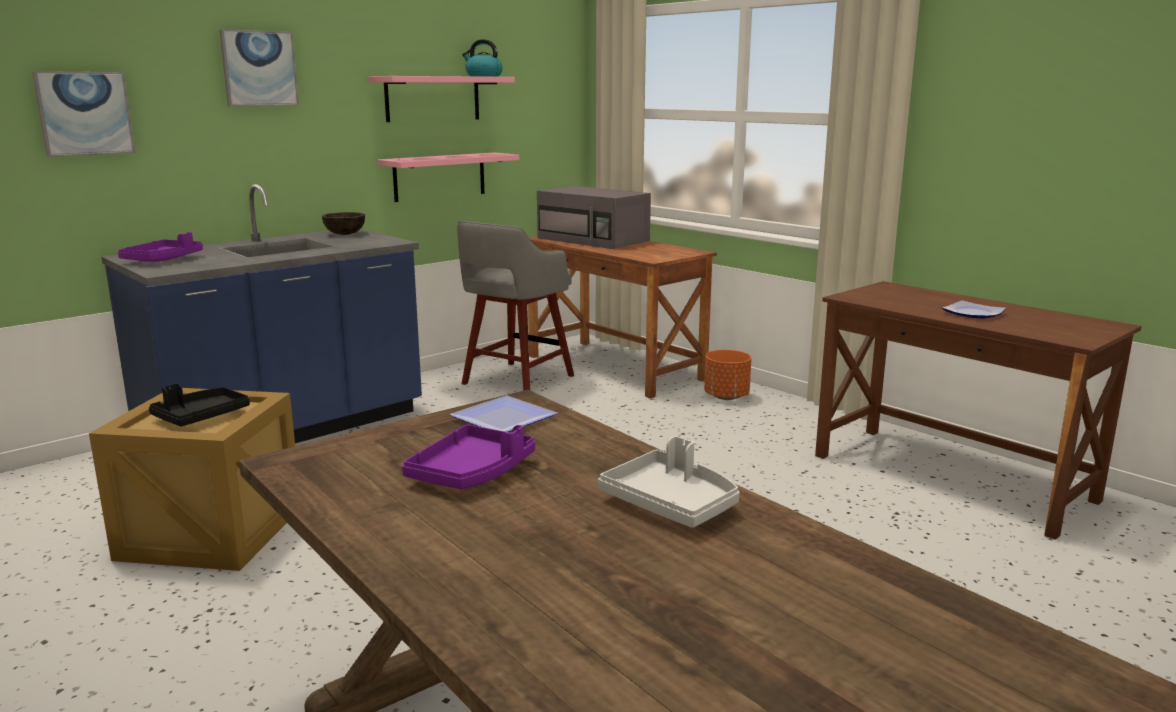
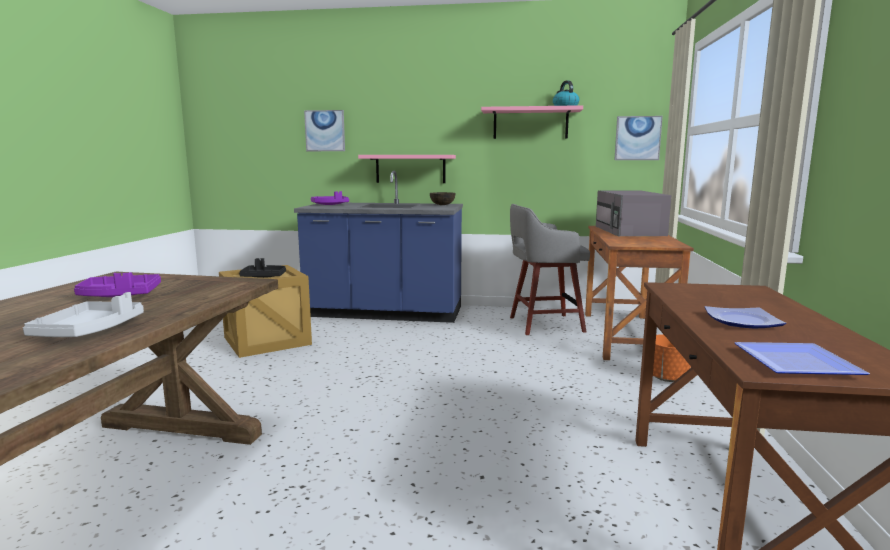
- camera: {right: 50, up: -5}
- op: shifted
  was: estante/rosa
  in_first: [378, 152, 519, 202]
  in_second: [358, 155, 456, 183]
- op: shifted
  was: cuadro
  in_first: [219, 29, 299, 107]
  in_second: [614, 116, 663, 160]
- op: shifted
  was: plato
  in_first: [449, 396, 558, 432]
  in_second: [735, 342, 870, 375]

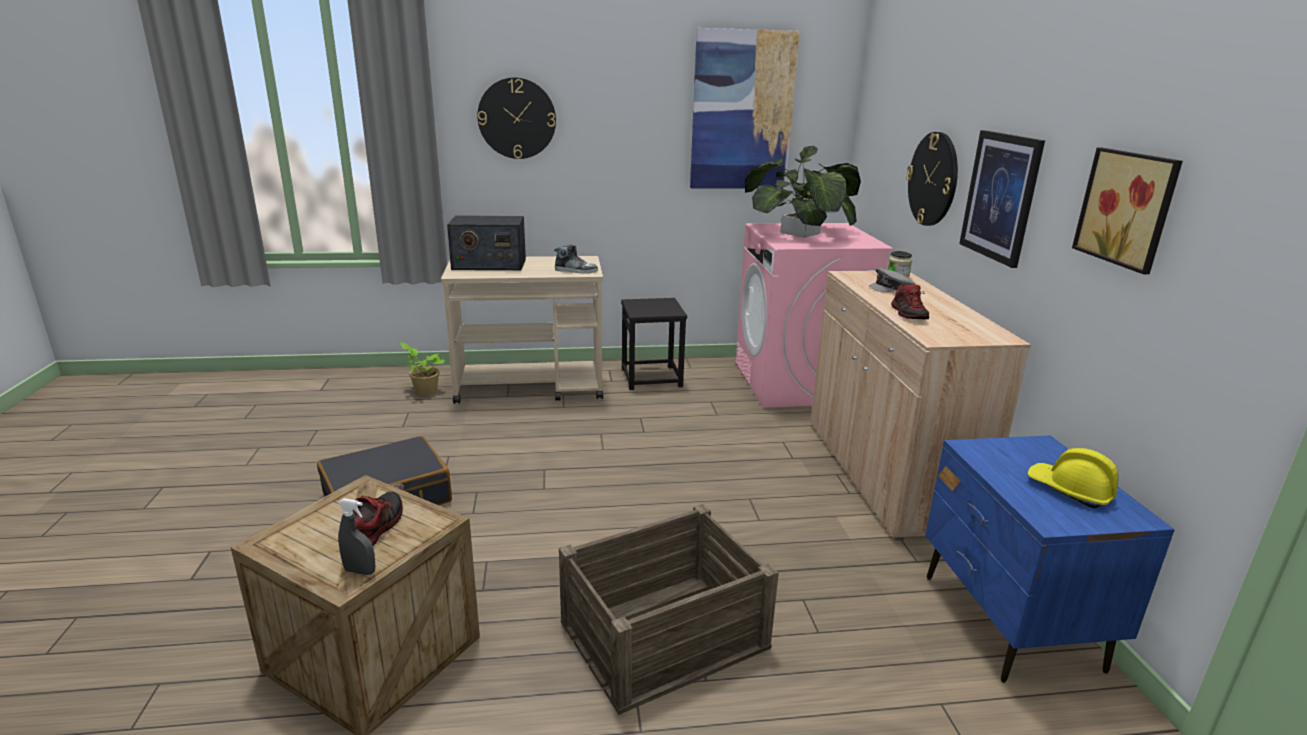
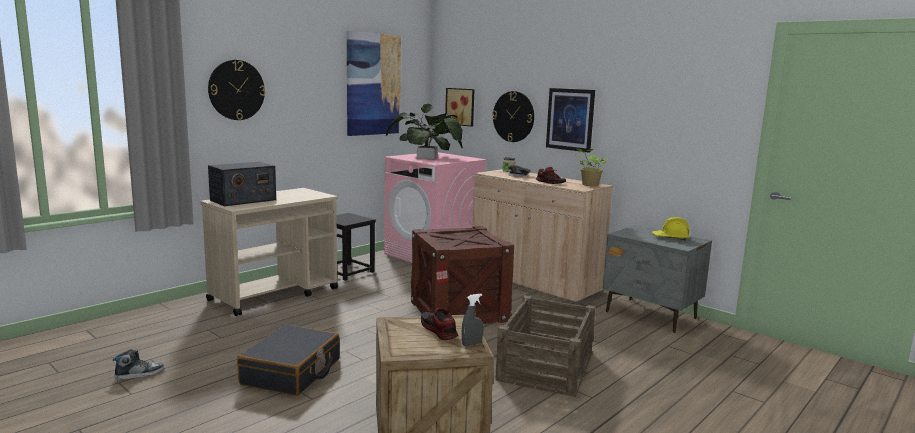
- camera: {right: -40, up: -10}
- op: shifted
  was: zapato
  in_first: [554, 245, 598, 274]
  in_second: [113, 349, 164, 380]
- op: new
  now: caja de embalaje
  in_second: [411, 226, 514, 324]
- op: shifted
  was: cuadro
  in_first: [1072, 148, 1183, 274]
  in_second: [445, 88, 475, 127]
- op: shifted
  was: planta en maceta
  in_first: [400, 342, 446, 395]
  in_second: [576, 148, 608, 186]
- op: repainted
  was: mesita de noche/azul
  now: mesita de noche/gris
  in_first: [925, 435, 1175, 683]
  in_second: [603, 225, 712, 333]

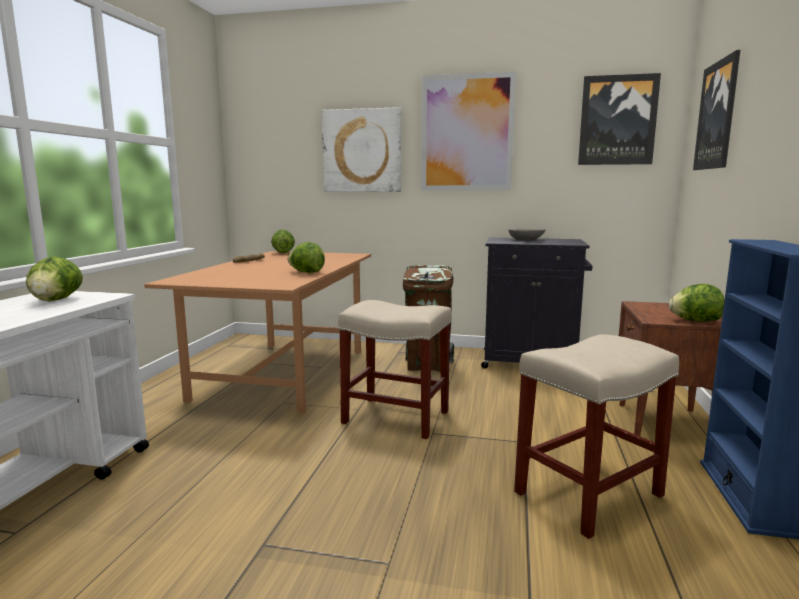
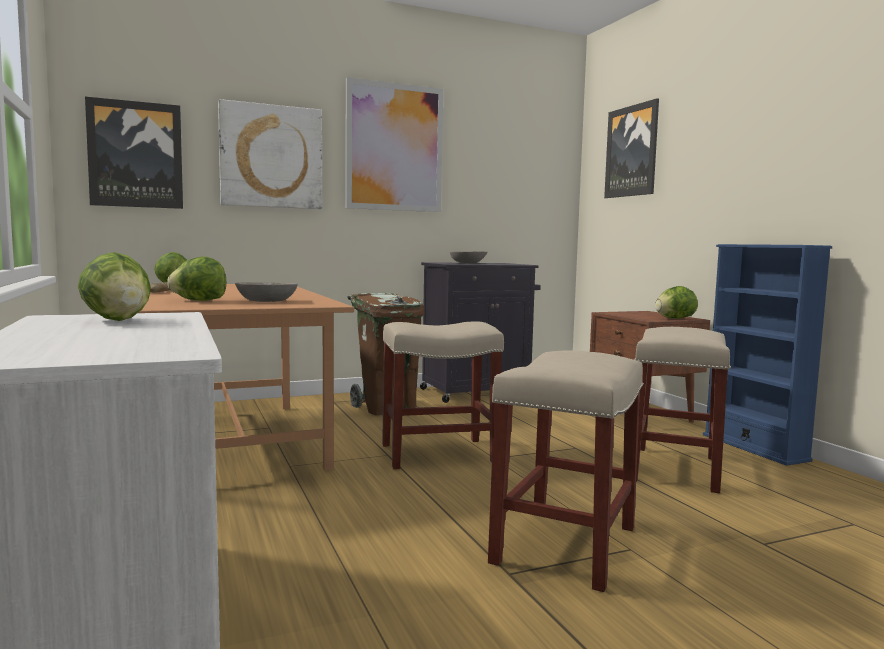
- camera: {right: -35, up: -5}
- op: shifted
  was: cuadro
  in_first: [578, 73, 661, 165]
  in_second: [85, 97, 183, 209]
- op: shifted
  was: lechuga
  in_first: [287, 242, 325, 273]
  in_second: [167, 257, 226, 301]
- op: new
  now: cuenco/gris
  in_second: [235, 282, 298, 302]
- op: new
  now: taburete/beis
  in_second: [488, 350, 644, 592]

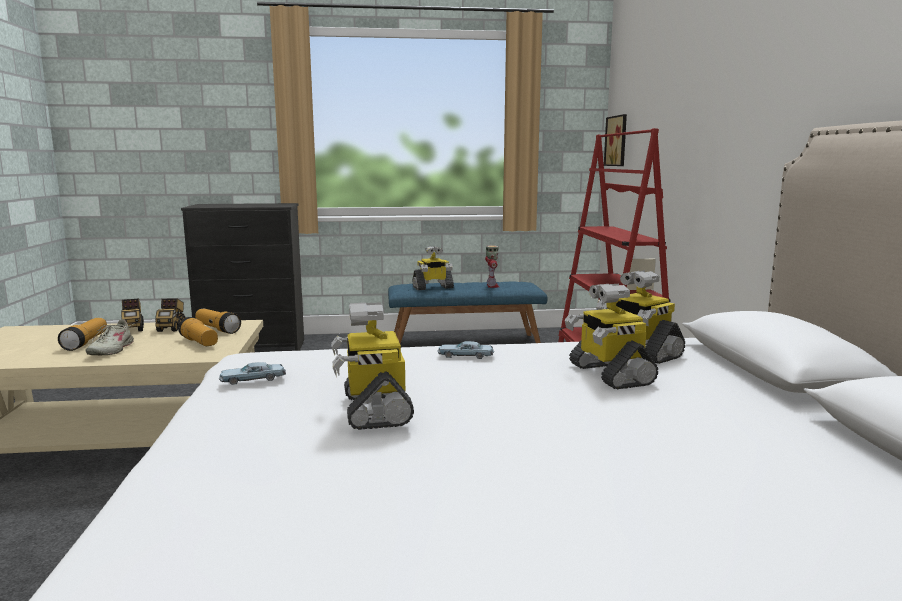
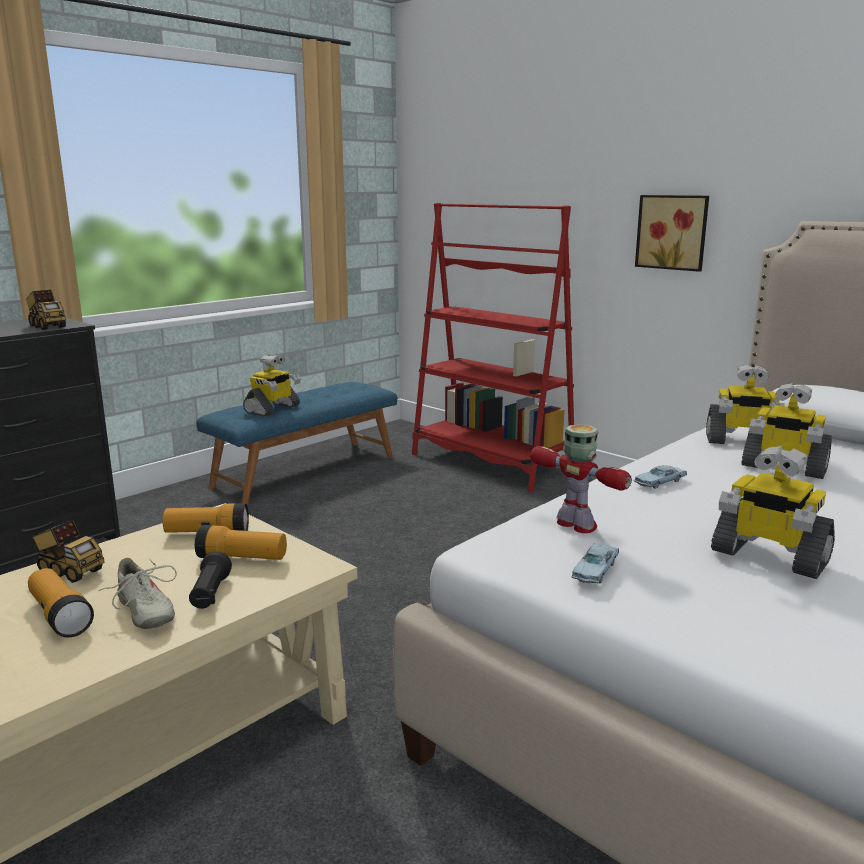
- camera: {right: -40, up: 5}
- op: shifted
  was: camión de juguete
  in_first: [155, 298, 186, 332]
  in_second: [26, 290, 66, 330]
- op: new
  now: linterna/negro
  in_second: [189, 551, 232, 609]
- op: shifted
  was: robot de juguete
  in_first: [485, 245, 499, 288]
  in_second: [530, 424, 632, 533]
- op: shifted
  was: cuadro
  in_first: [604, 114, 627, 166]
  in_second: [635, 195, 709, 272]

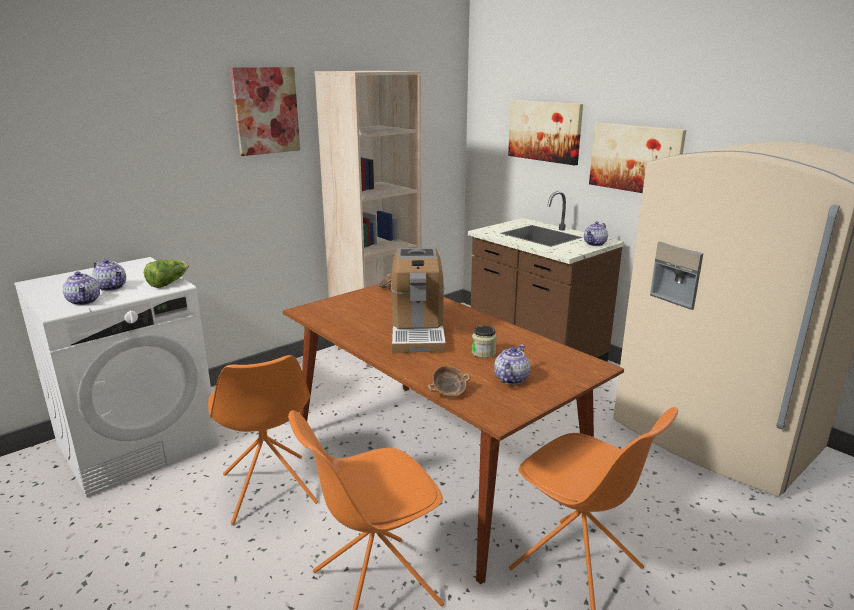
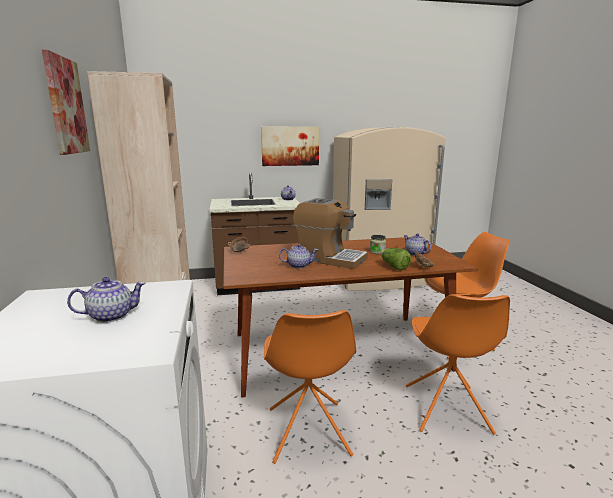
- camera: {right: -60, up: -5}
- op: rotated
  was: silla/naranja
  in_first: [208, 355, 318, 525]
  in_second: [264, 310, 356, 464]
  clockwise: 75
- op: shifted
  was: tetera
  in_first: [63, 272, 100, 305]
  in_second: [279, 244, 318, 269]
- op: shifted
  was: lechuga
  in_first: [144, 260, 189, 288]
  in_second: [380, 248, 411, 271]
- op: gone
  was: cuadro
  in_first: [508, 100, 583, 165]

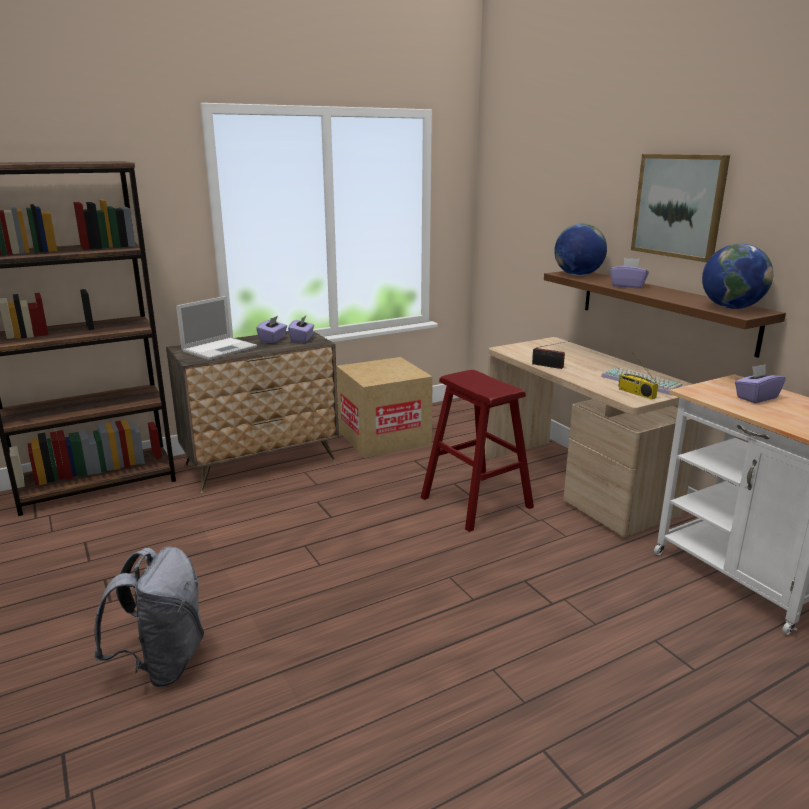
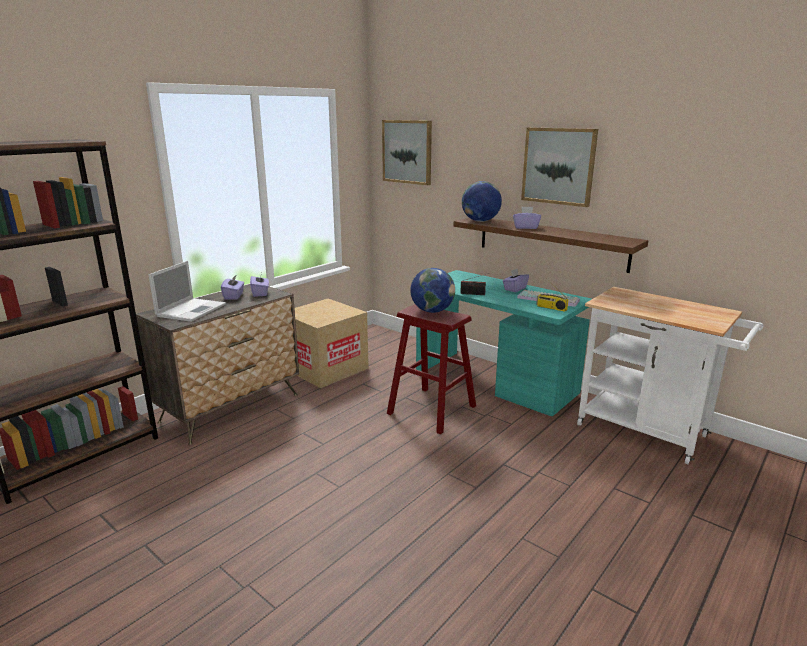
- camera: {right: -20, up: 0}
- op: new
  now: cuadro
  in_second: [382, 120, 432, 185]
- op: shifted
  was: globo terráqueo
  in_first: [702, 244, 773, 309]
  in_second: [410, 268, 455, 313]
- op: repainted
  was: escritorio/beis
  now: escritorio/turquesa
  in_first: [485, 337, 699, 536]
  in_second: [416, 270, 592, 416]
- op: shifted
  was: caja de pañuelos/morado
  in_first: [735, 364, 786, 403]
  in_second: [503, 269, 529, 292]
- op: gone
  was: mochila/gris
  in_first: [94, 546, 204, 687]

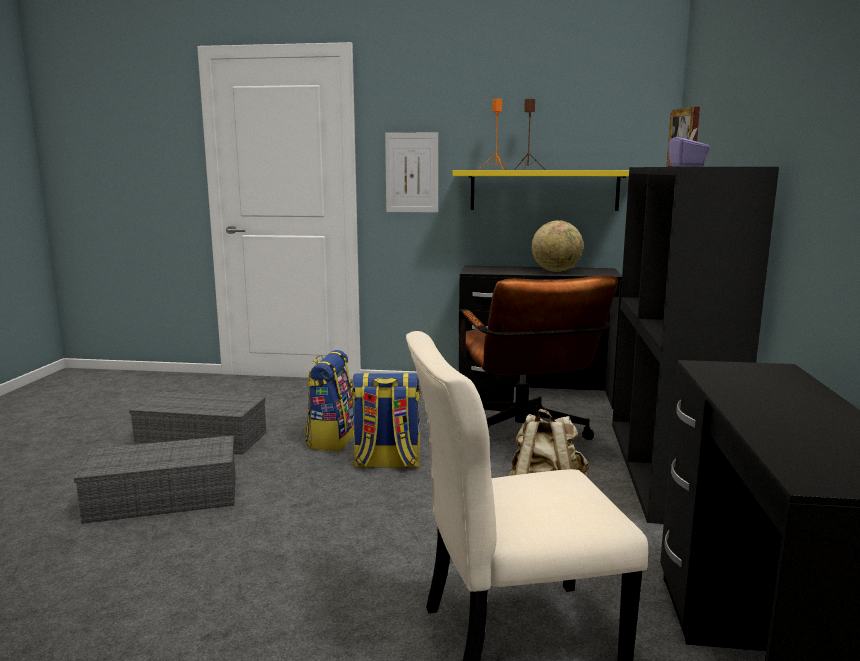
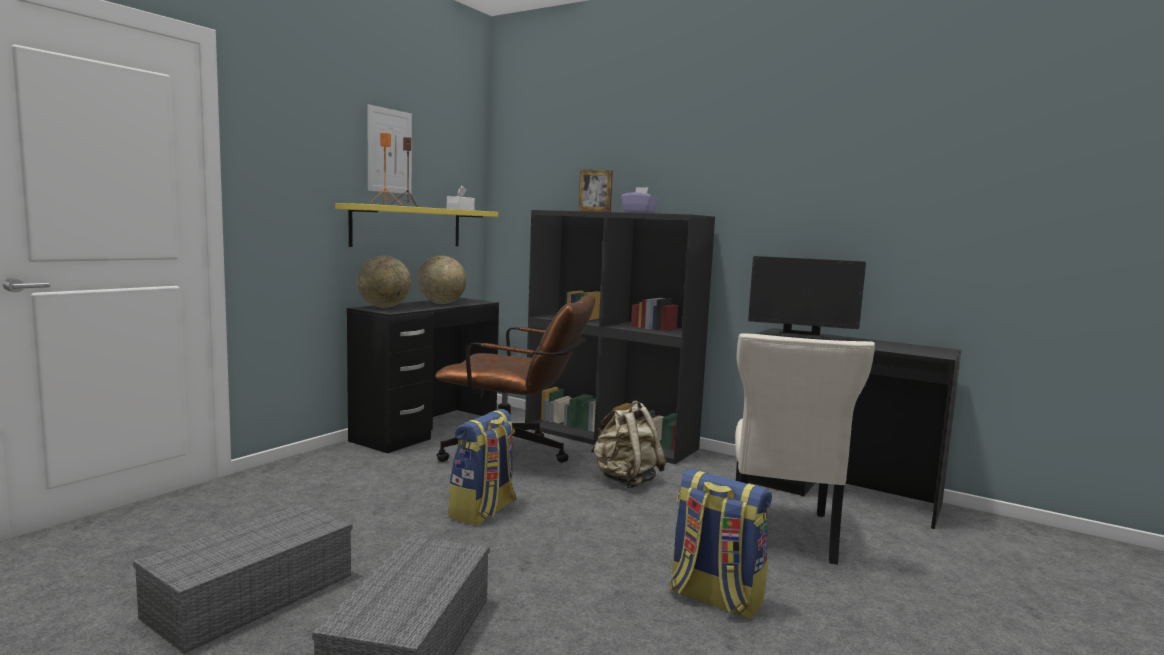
- camera: {right: -65, up: -5}
- op: new
  now: globo terráqueo
  in_second: [357, 256, 411, 308]
- op: shifted
  was: cuadro
  in_first: [385, 132, 438, 212]
  in_second: [367, 105, 412, 194]
- op: new
  now: caja de pañuelos/blanco
  in_second: [447, 185, 475, 210]
- op: shifted
  was: mochila
  in_first: [305, 350, 354, 451]
  in_second: [670, 469, 772, 619]
- op: new
  now: monitor
  in_second: [748, 256, 866, 340]

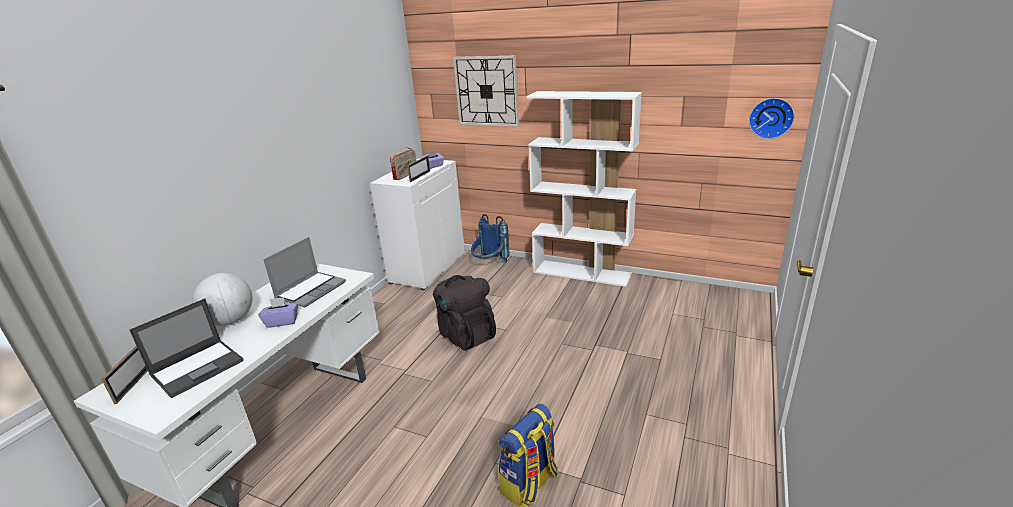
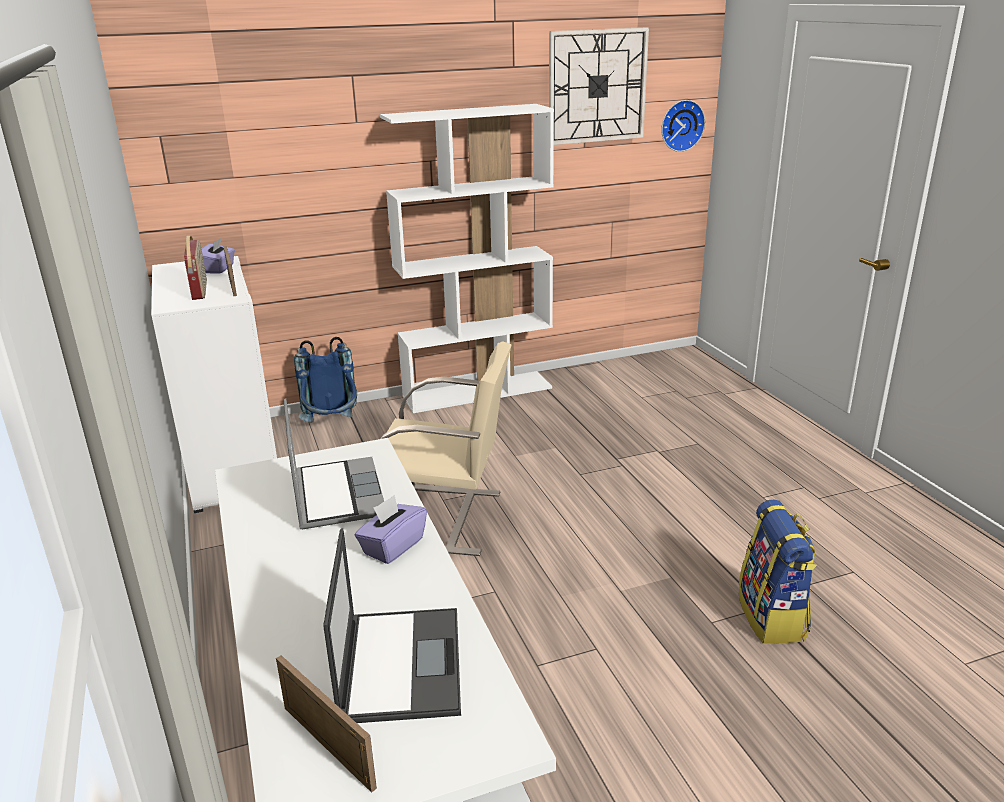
- camera: {right: -45, up: 0}
- op: swapped
  was: mochila/negro
  now: silla/beis
  in_first: [433, 275, 496, 351]
  in_second: [380, 341, 512, 556]
- op: shifted
  was: reloj de pared
  in_first: [453, 56, 519, 127]
  in_second: [549, 27, 649, 145]
- op: gone
  was: globo terráqueo
  in_first: [192, 273, 252, 326]

